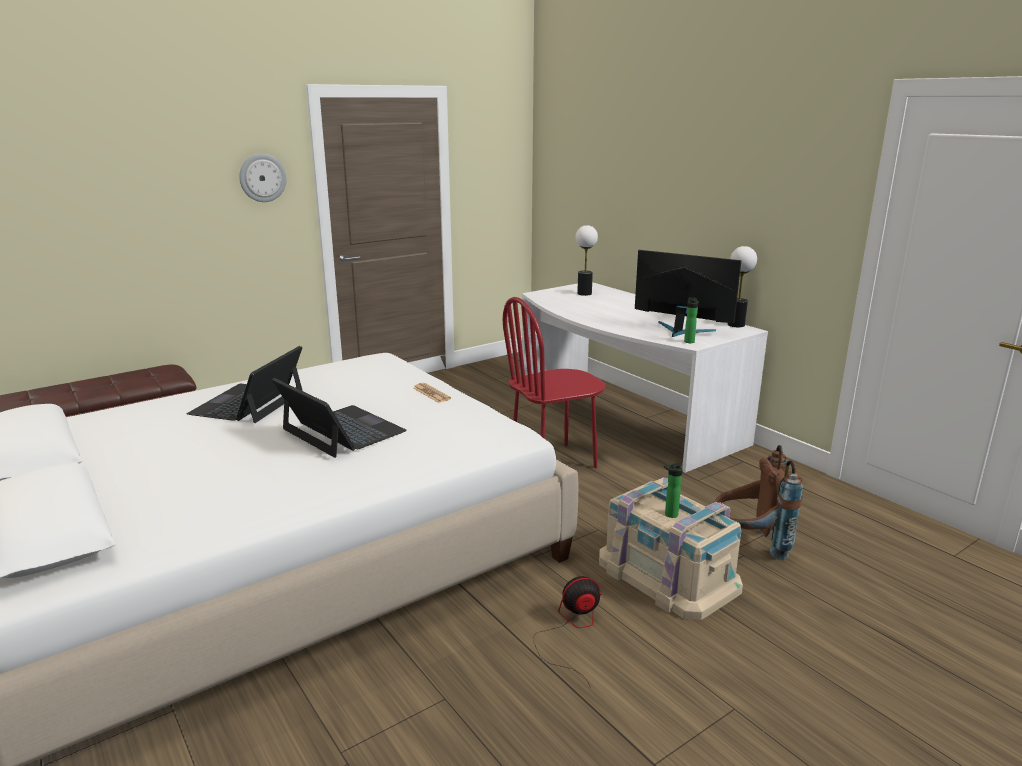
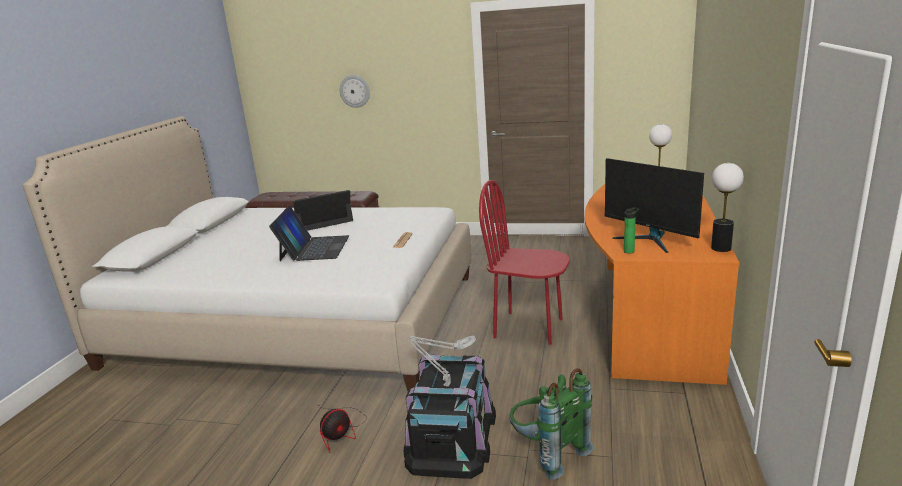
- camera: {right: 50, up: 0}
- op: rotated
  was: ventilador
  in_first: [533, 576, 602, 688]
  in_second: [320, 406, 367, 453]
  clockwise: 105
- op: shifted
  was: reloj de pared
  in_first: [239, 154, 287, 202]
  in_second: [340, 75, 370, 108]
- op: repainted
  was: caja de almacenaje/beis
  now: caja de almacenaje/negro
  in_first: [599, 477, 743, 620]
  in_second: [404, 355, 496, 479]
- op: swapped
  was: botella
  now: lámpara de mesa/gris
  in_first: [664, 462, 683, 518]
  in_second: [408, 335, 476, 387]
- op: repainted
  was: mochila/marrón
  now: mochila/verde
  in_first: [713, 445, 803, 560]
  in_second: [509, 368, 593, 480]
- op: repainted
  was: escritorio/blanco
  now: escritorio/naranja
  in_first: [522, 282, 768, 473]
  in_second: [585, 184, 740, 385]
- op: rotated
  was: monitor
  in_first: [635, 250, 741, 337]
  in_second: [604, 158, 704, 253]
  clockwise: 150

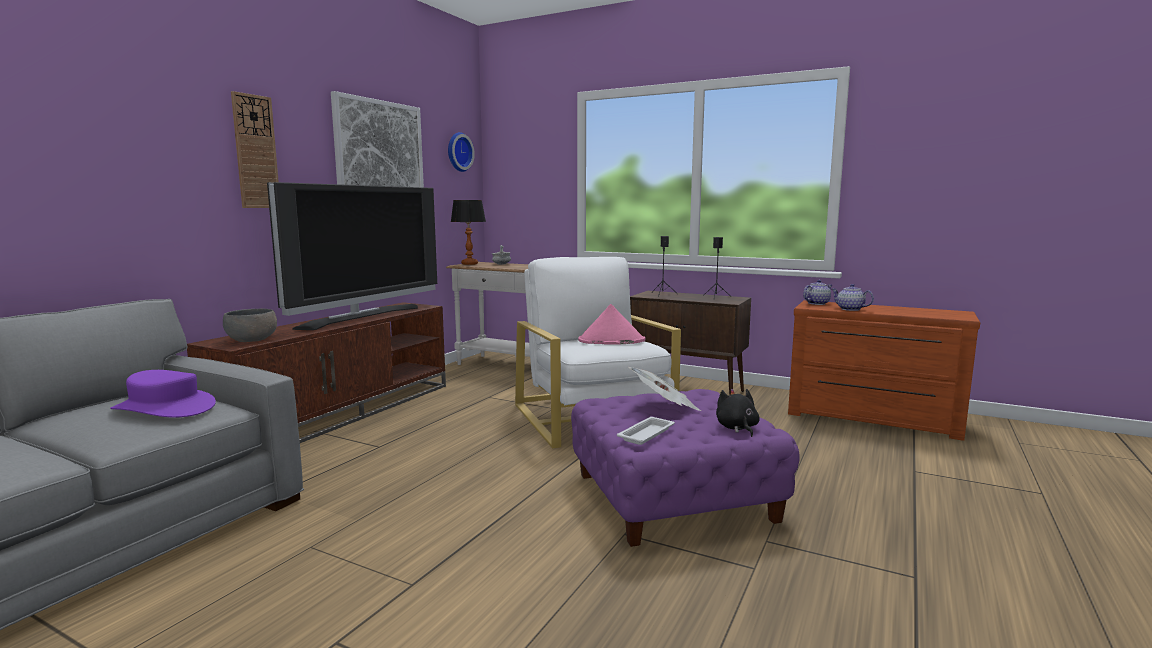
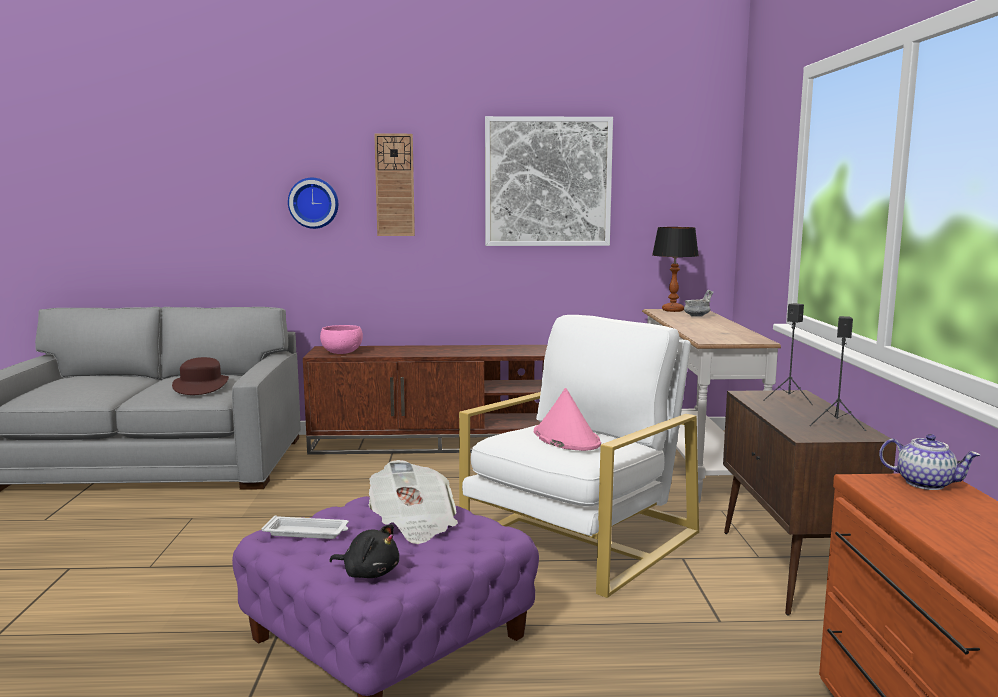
- camera: {right: 60, up: 0}
- op: repainted
  was: sombrero/morado
  now: sombrero/marrón
  in_first: [110, 370, 216, 418]
  in_second: [172, 357, 229, 395]
- op: shifted
  was: reloj de pared
  in_first: [448, 132, 475, 172]
  in_second: [288, 178, 338, 229]
- op: repainted
  was: cuenco/gris
  now: cuenco/rosa
  in_first: [223, 309, 277, 342]
  in_second: [320, 325, 363, 354]
- op: rotated
  was: peluche/negro
  in_first: [716, 389, 760, 437]
  in_second: [329, 524, 399, 578]
  clockwise: 60
- op: gone
  was: televisor
  in_first: [267, 182, 437, 330]
- op: gone
  was: tetera
  in_first: [832, 284, 874, 311]

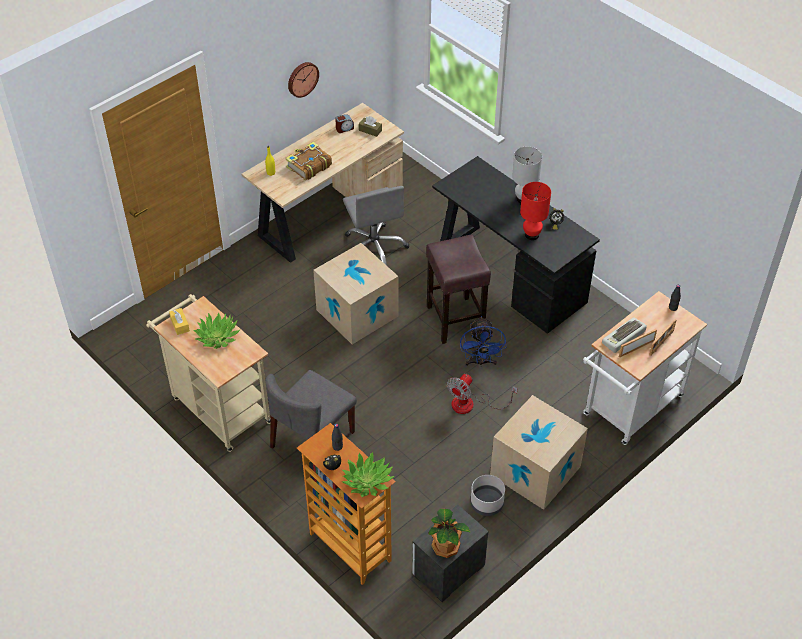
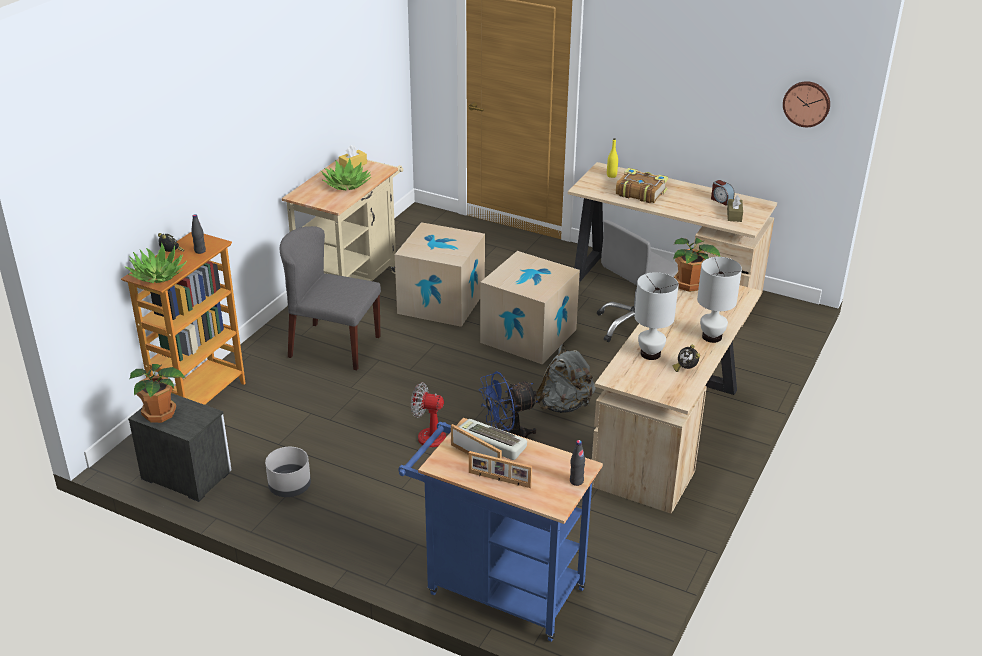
- camera: {right: 70, up: -15}
- op: shifted
  was: caja de cartón
  in_first: [490, 395, 588, 510]
  in_second: [395, 222, 485, 327]
- op: repainted
  was: carrito/blanco
  now: carrito/azul
  in_first: [583, 291, 707, 445]
  in_second: [398, 418, 603, 642]
- op: swapped
  was: taburete/marrón
  now: mochila/gris
  in_first: [426, 235, 491, 344]
  in_second: [535, 345, 596, 413]
- op: repainted
  was: escritorio/negro
  now: escritorio/beis
  in_first: [432, 156, 600, 334]
  in_second: [592, 272, 761, 514]
- op: repainted
  was: lámpara de mesa/rojo
  now: lámpara de mesa/blanco
  in_first: [520, 182, 551, 240]
  in_second: [634, 272, 679, 360]
- op: new
  now: planta en maceta
  in_second: [673, 238, 721, 292]
- op: shifted
  was: reloj de pared
  in_first: [288, 62, 319, 98]
  in_second: [783, 81, 830, 127]

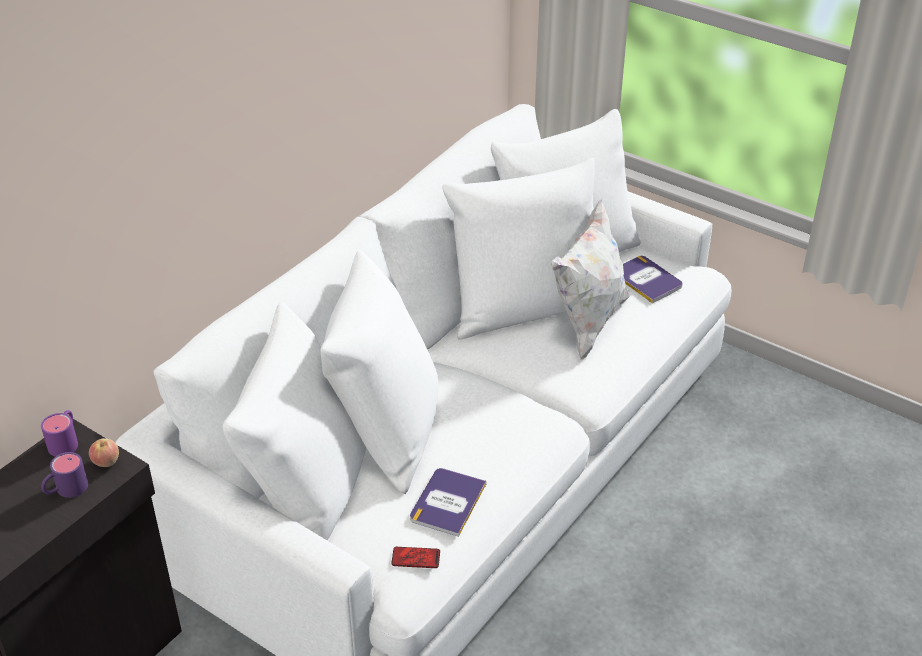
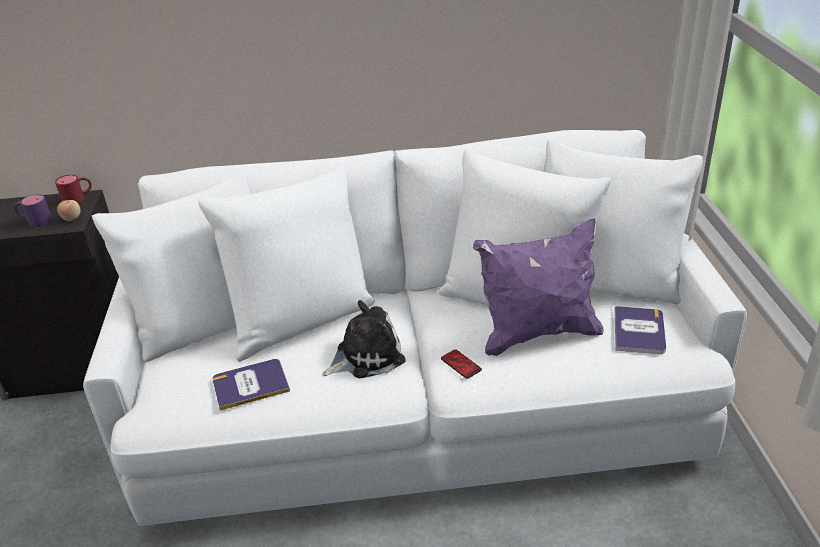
- camera: {right: 50, up: -5}
- op: repainted
  was: taza grande/morado
  now: taza grande/rojo
  in_first: [41, 410, 78, 457]
  in_second: [55, 174, 92, 204]
- op: new
  now: peluche
  in_second: [323, 300, 406, 379]
- op: shifted
  was: móvil
  in_first: [391, 547, 440, 568]
  in_second: [441, 349, 482, 379]
- op: repainted
  was: cojín/blanco
  now: cojín/morado
  in_first: [551, 199, 630, 360]
  in_second: [473, 219, 604, 356]

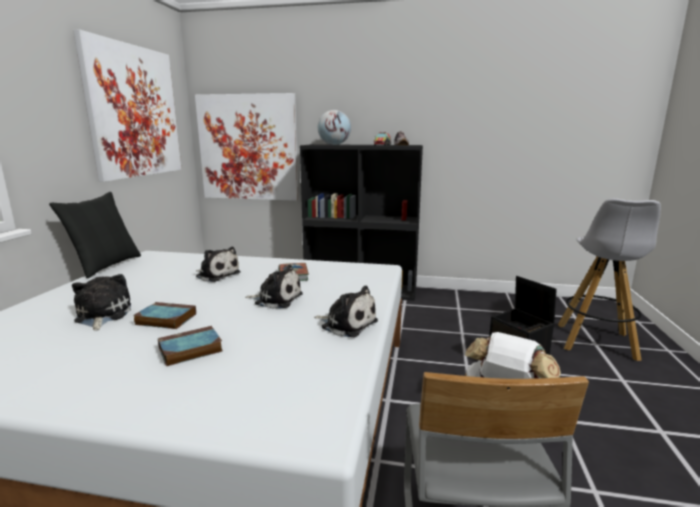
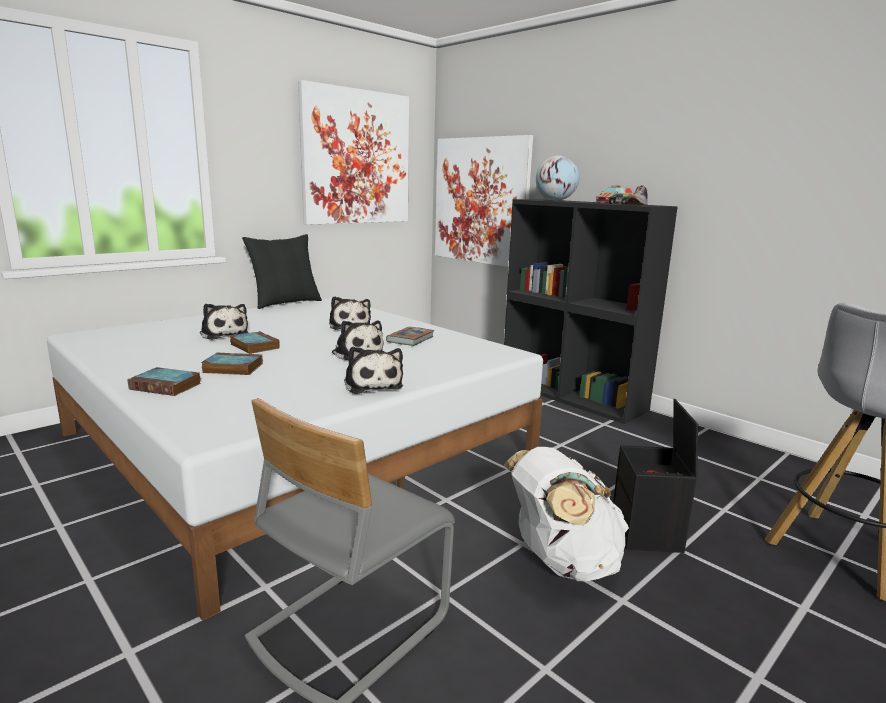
- camera: {right: 35, up: 0}
- op: new
  now: libro
  in_second: [127, 367, 201, 396]
- op: rotated
  was: peluche
  in_first: [72, 274, 131, 331]
  in_second: [200, 304, 249, 340]
  clockwise: 120

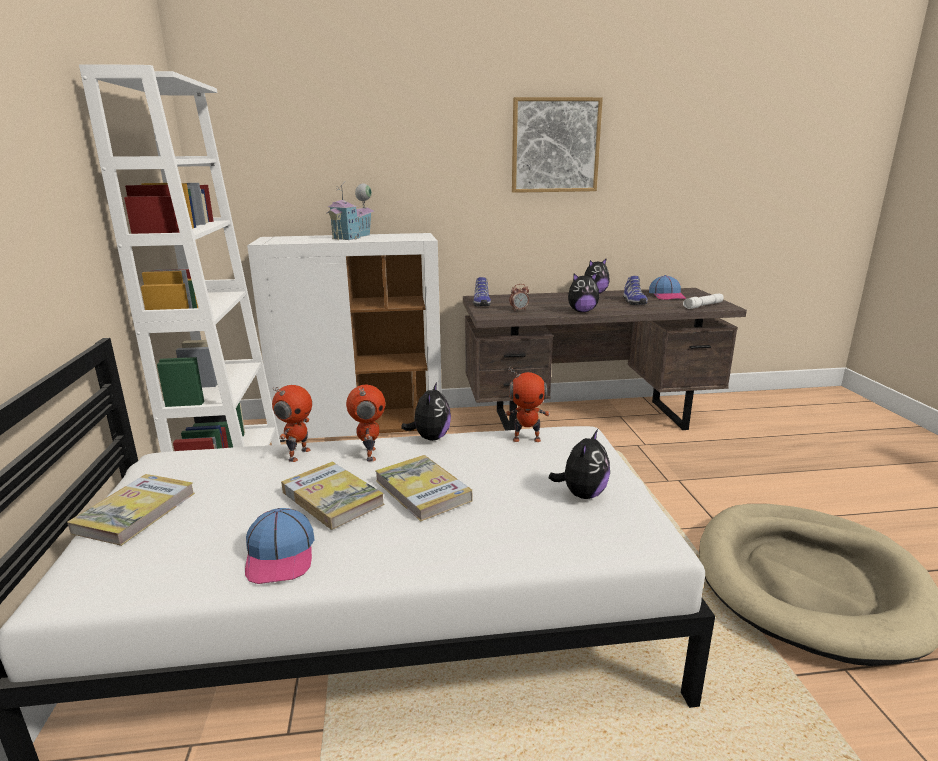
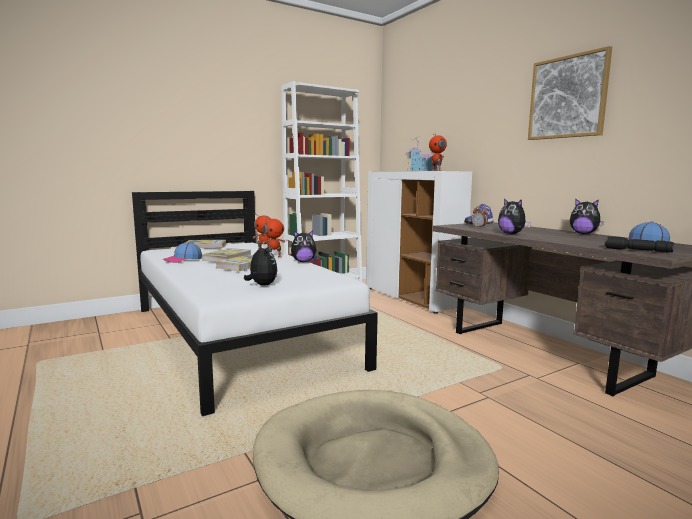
- camera: {right: 65, up: -10}
- op: rotated
  was: peluche
  in_first: [548, 429, 610, 499]
  in_second: [244, 245, 277, 286]
  clockwise: -120
- op: shifted
  was: robot de juguete
  in_first: [505, 367, 550, 442]
  in_second: [429, 134, 447, 171]
- op: repainted
  was: linterna/blanco
  now: linterna/negro
  in_first: [683, 294, 724, 309]
  in_second: [605, 236, 674, 253]
- op: gone
  was: zapato
  in_first: [623, 276, 648, 305]

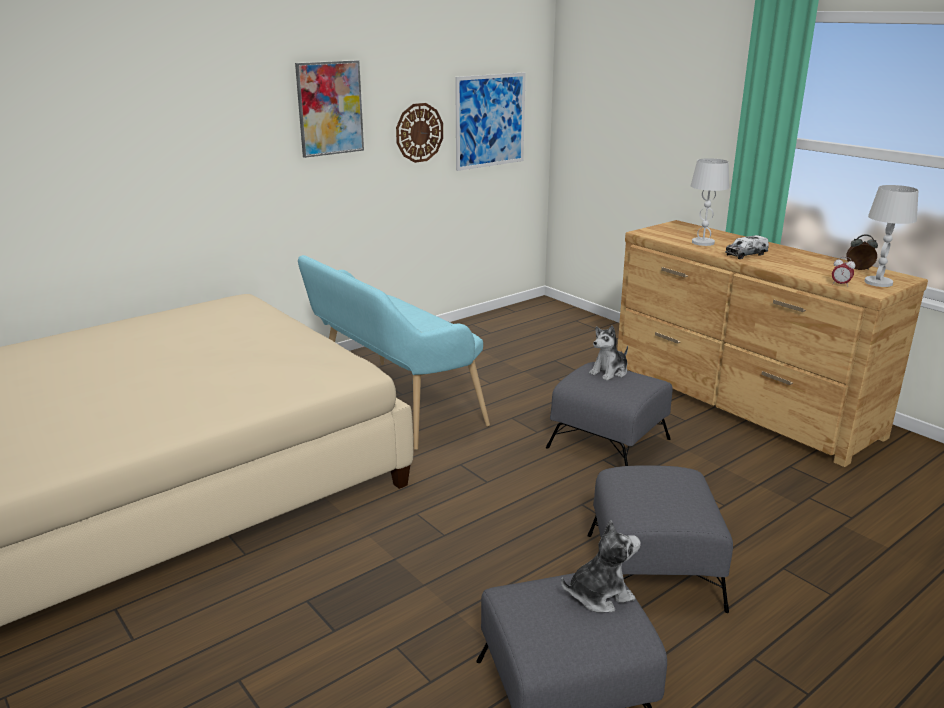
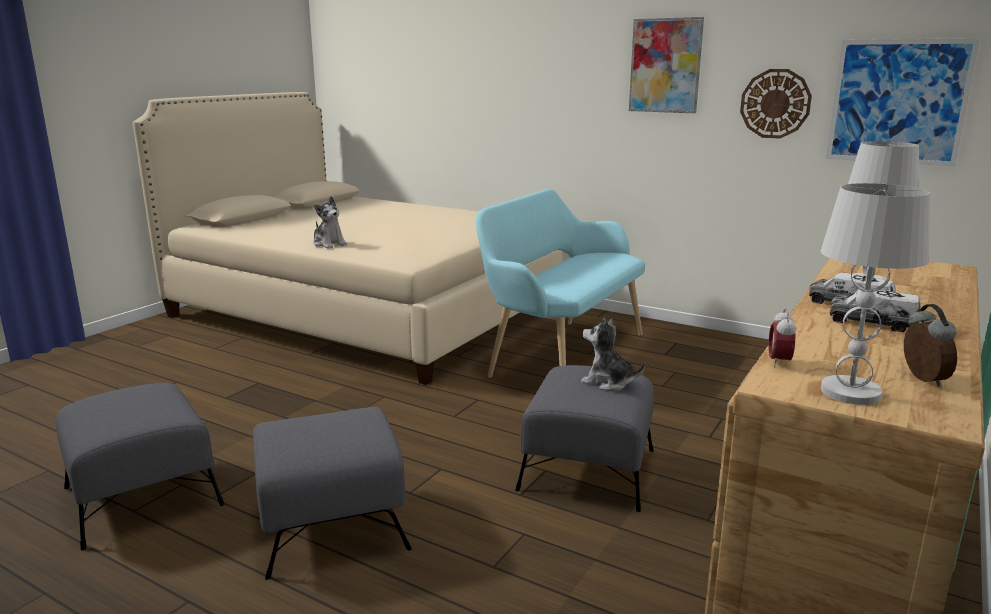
- camera: {right: 70, up: -5}
- op: shifted
  was: peluche
  in_first: [561, 520, 641, 613]
  in_second: [313, 196, 347, 249]
- op: new
  now: camión de juguete
  in_second: [829, 289, 921, 332]

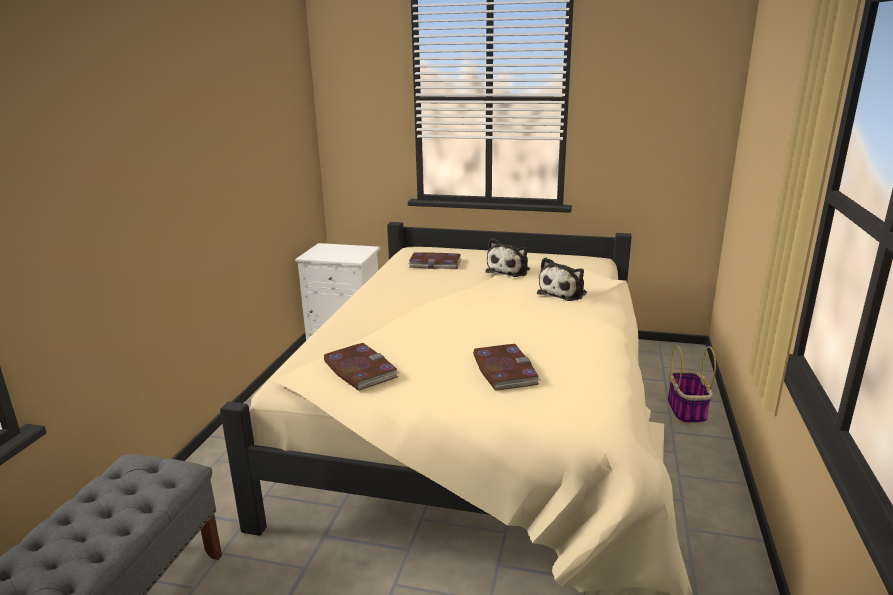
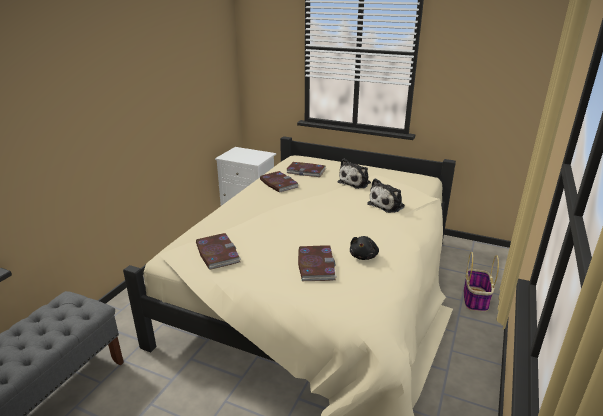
- camera: {right: 10, up: 5}
- op: new
  now: libro
  in_second: [260, 171, 299, 193]
- op: new
  now: peluche/negro
  in_second: [350, 236, 379, 260]

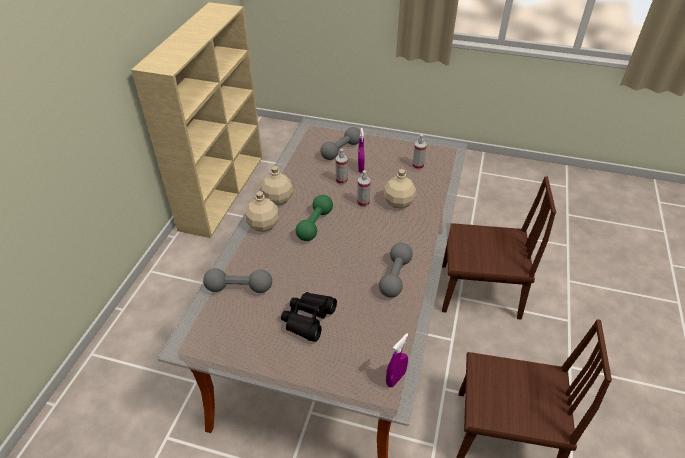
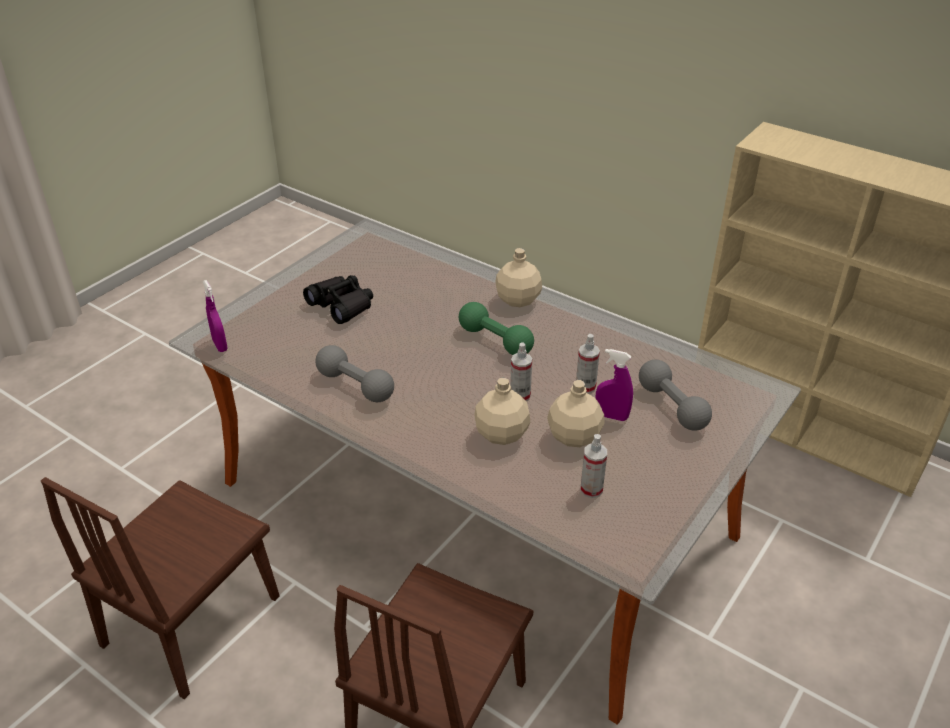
- camera: {right: 110, up: -5}
- op: shifted
  was: botella/beis
  in_first: [261, 166, 293, 205]
  in_second: [547, 380, 604, 447]
- op: gone
  was: mancuerna/gris
  in_first: [203, 268, 272, 293]

